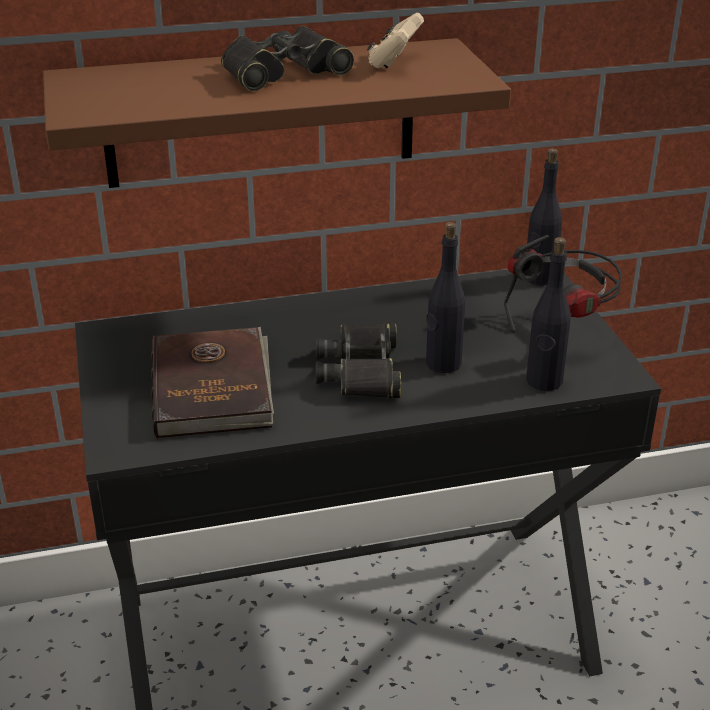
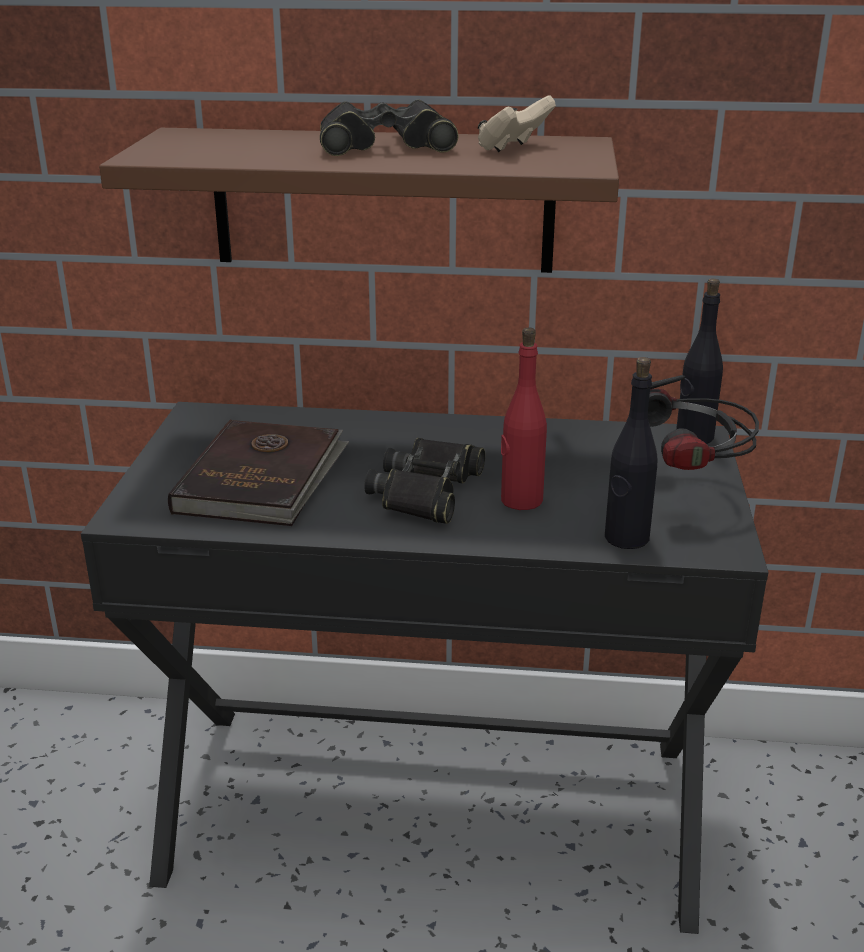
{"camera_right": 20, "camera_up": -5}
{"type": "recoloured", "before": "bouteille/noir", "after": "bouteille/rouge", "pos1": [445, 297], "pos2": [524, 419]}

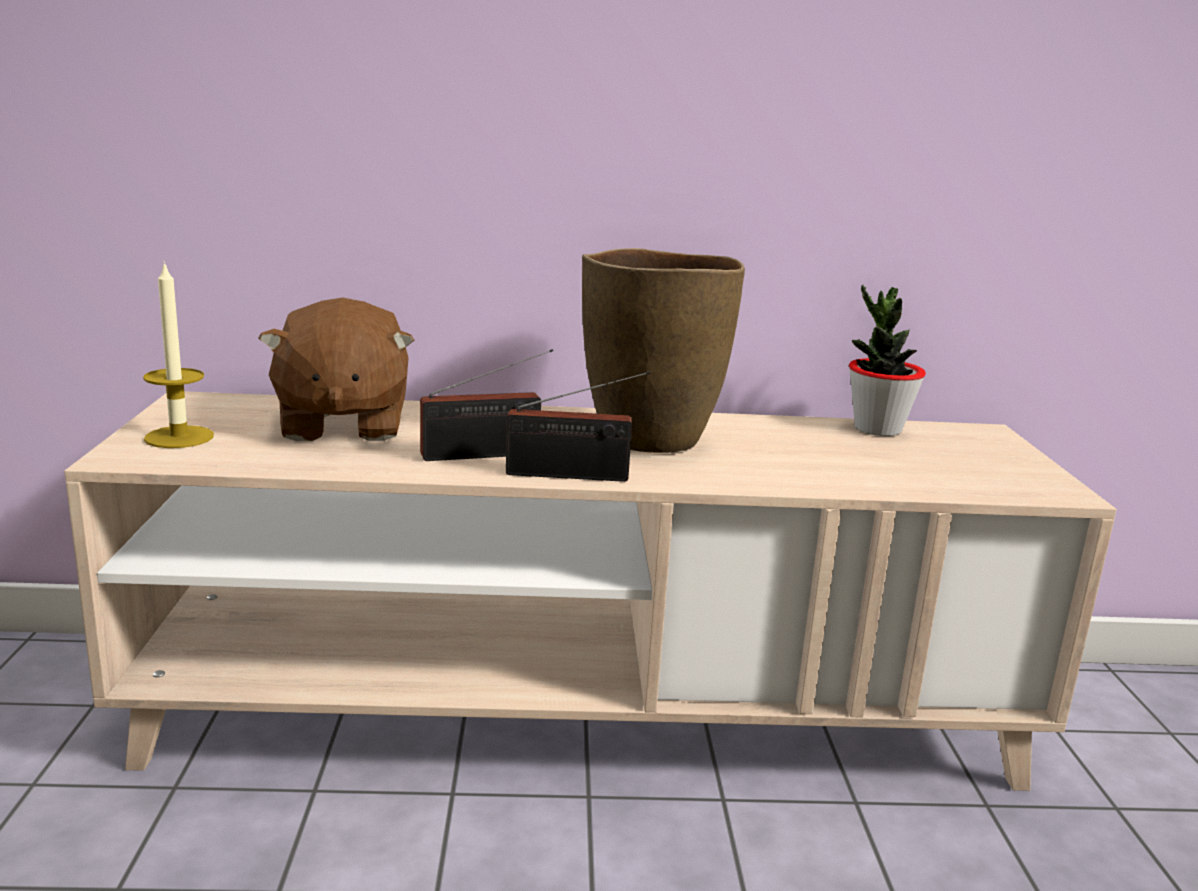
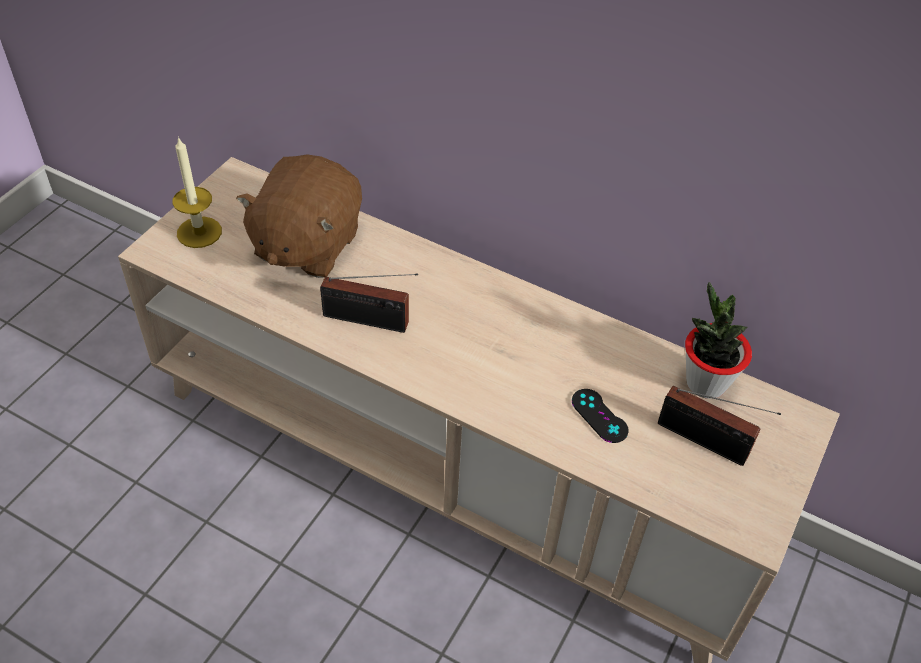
{"camera_right": 30, "camera_up": 30}
{"type": "removed", "before": "vase/marron", "pos1": [663, 350]}
{"type": "added", "after": "manette/noir", "pos2": [600, 416]}
{"type": "moved", "before": "radio", "pos1": [578, 426], "pos2": [719, 426]}

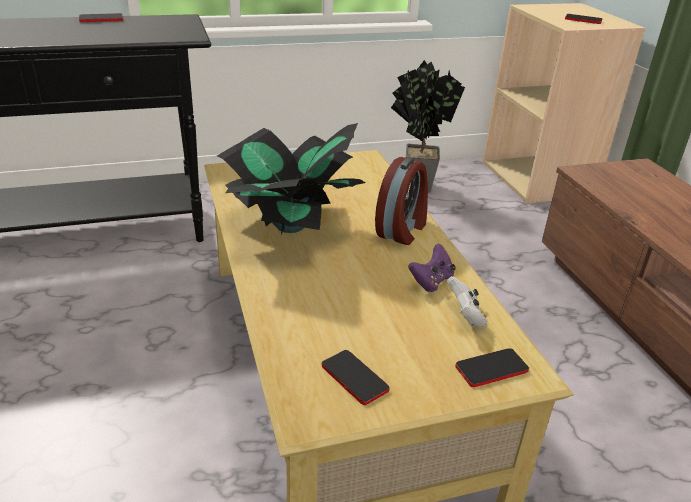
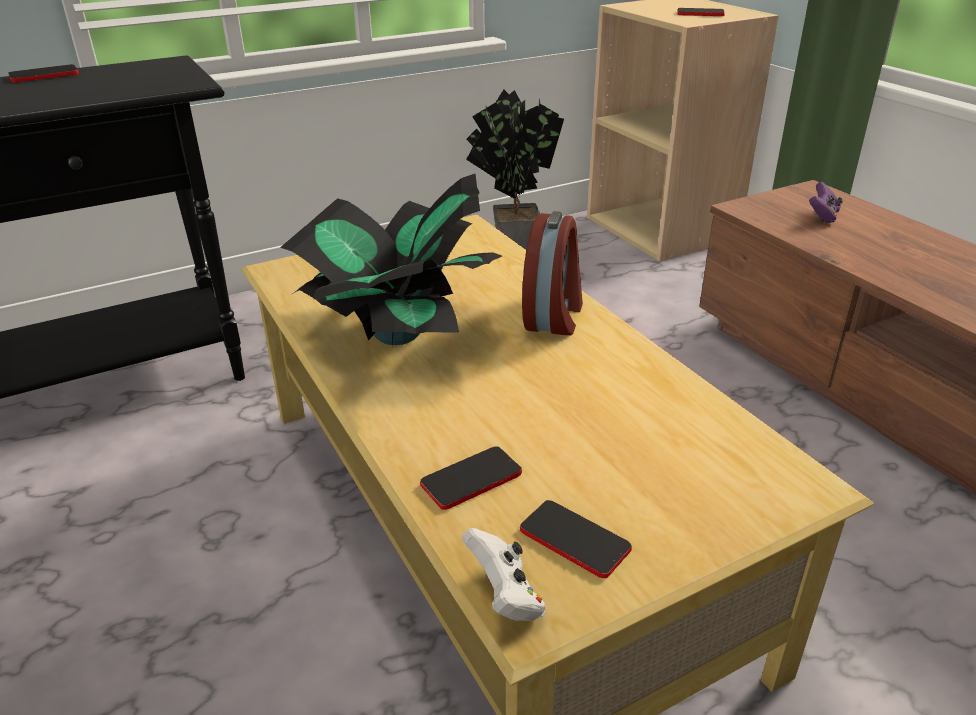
{"camera_right": -10, "camera_up": 0}
{"type": "moved", "before": "manette/violet", "pos1": [432, 268], "pos2": [826, 202]}
{"type": "moved", "before": "manette/blanc", "pos1": [467, 301], "pos2": [504, 574]}
{"type": "moved", "before": "téléphone", "pos1": [492, 367], "pos2": [471, 478]}

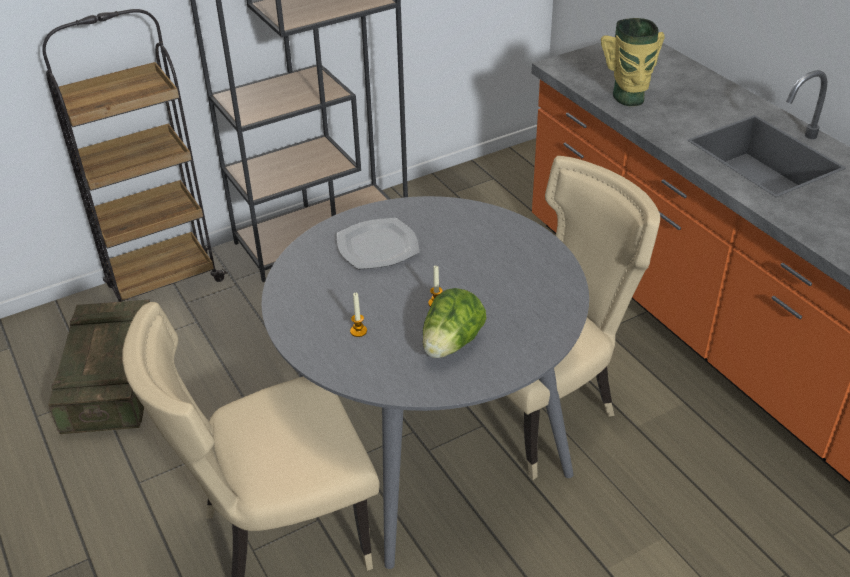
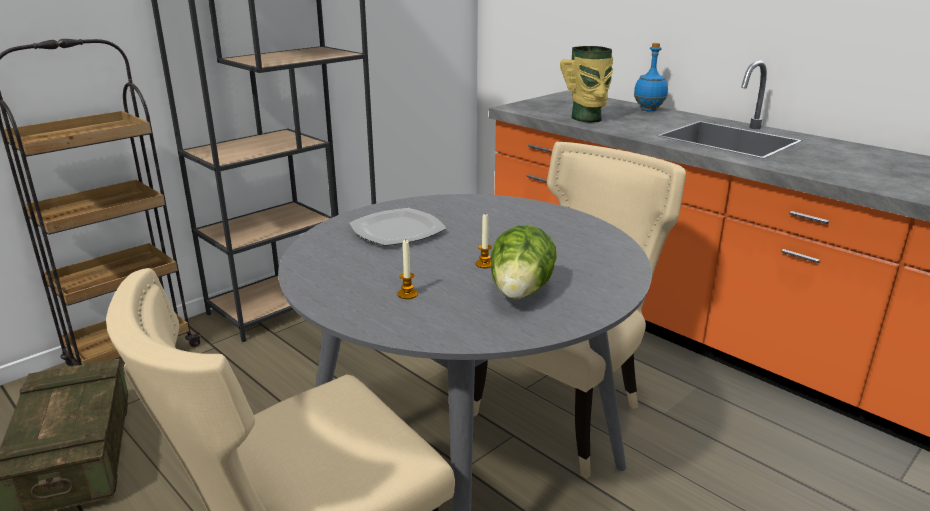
{"camera_right": -15, "camera_up": -15}
{"type": "added", "after": "bouteille/bleu", "pos2": [651, 77]}

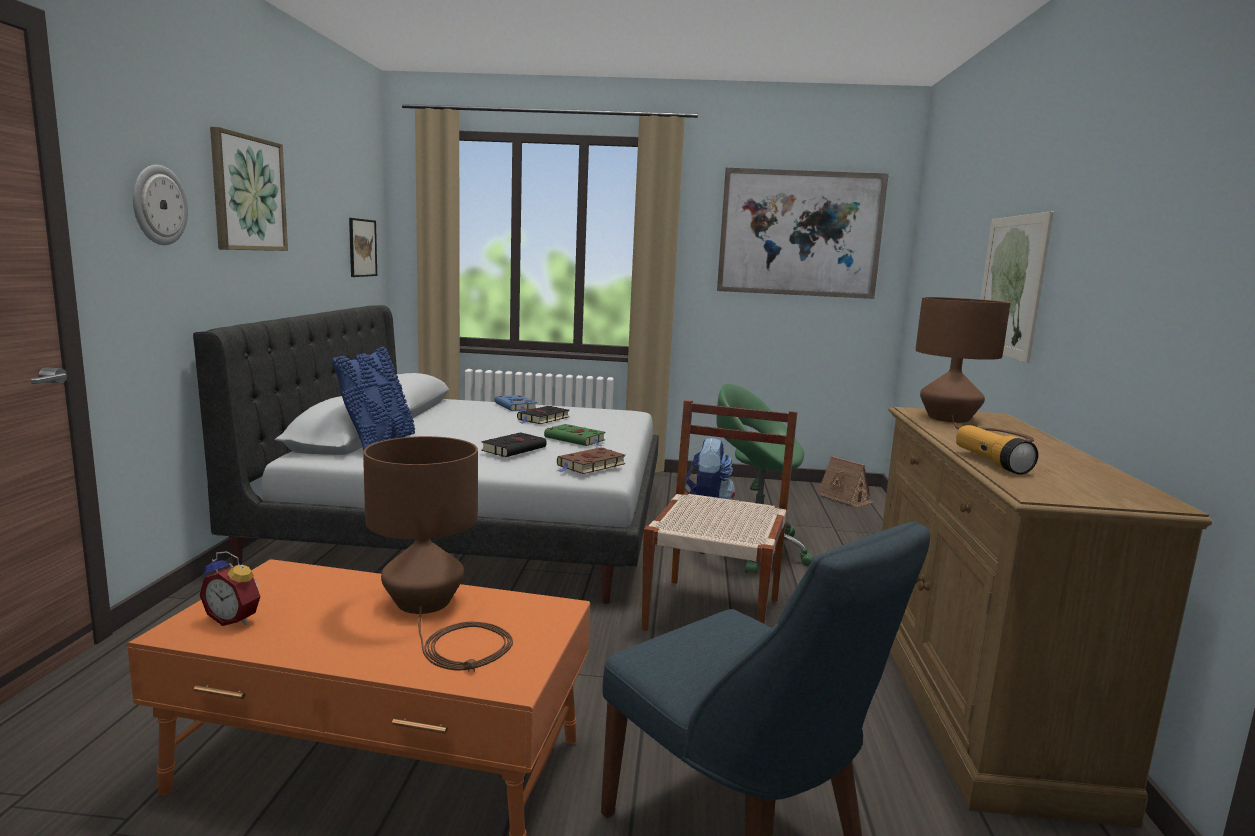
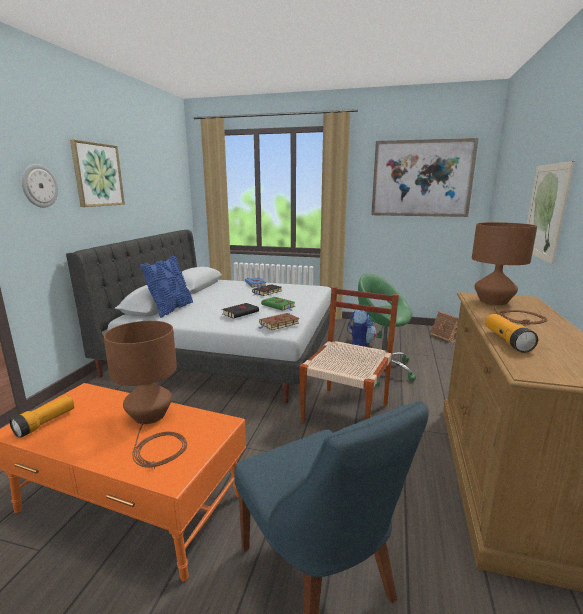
{"camera_right": 10, "camera_up": 5}
{"type": "removed", "before": "tableau", "pos1": [363, 247]}
{"type": "replaced", "before": "réveil", "after": "lampe de poche", "pos1": [230, 588], "pos2": [42, 417]}

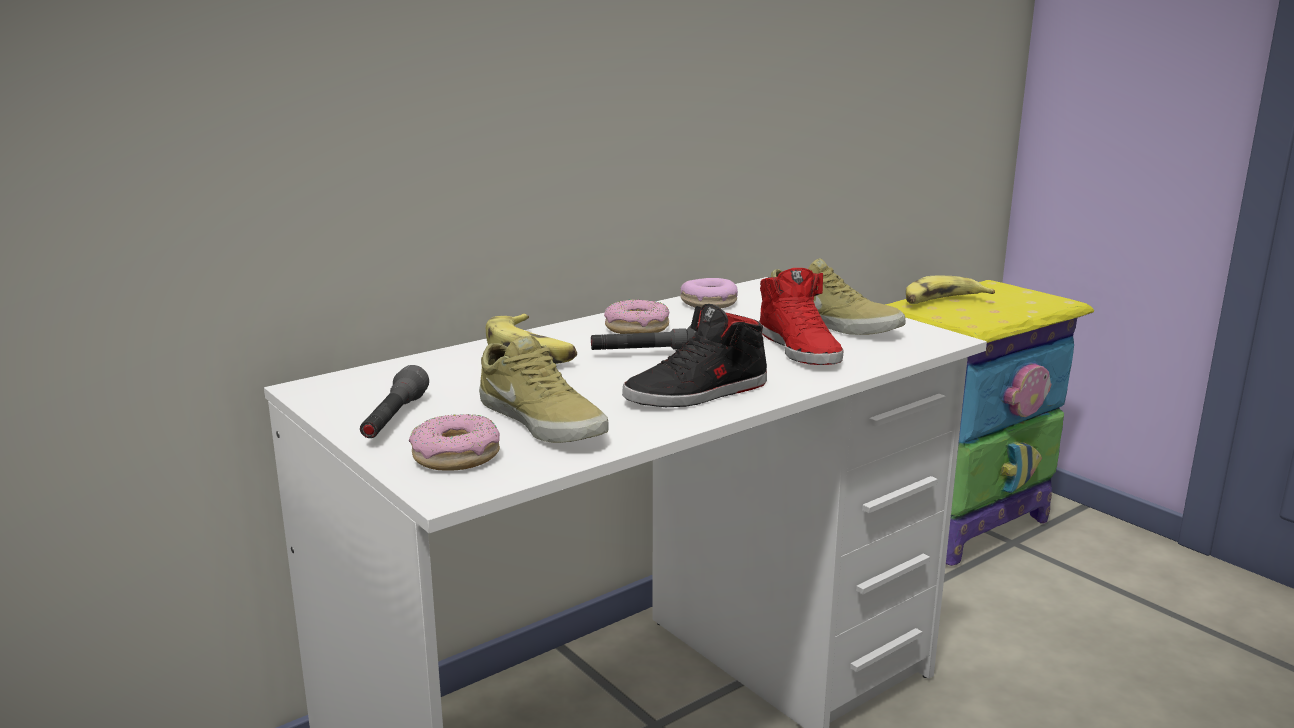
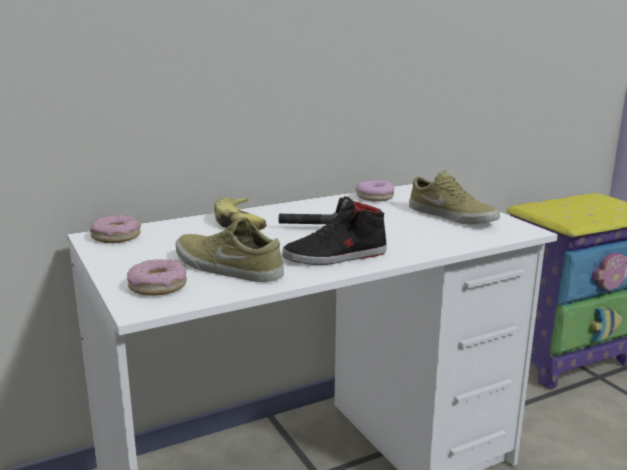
{"camera_right": 10, "camera_up": 0}
{"type": "removed", "before": "lampe de poche/gris", "pos1": [394, 401]}
{"type": "removed", "before": "chaussure/rouge", "pos1": [801, 316]}
{"type": "removed", "before": "banane", "pos1": [950, 290]}
{"type": "moved", "before": "beignet", "pos1": [636, 316], "pos2": [115, 229]}
{"type": "turned", "before": "chaussure/beige", "pos1": [544, 389], "pos2": [229, 249], "turn": 150}

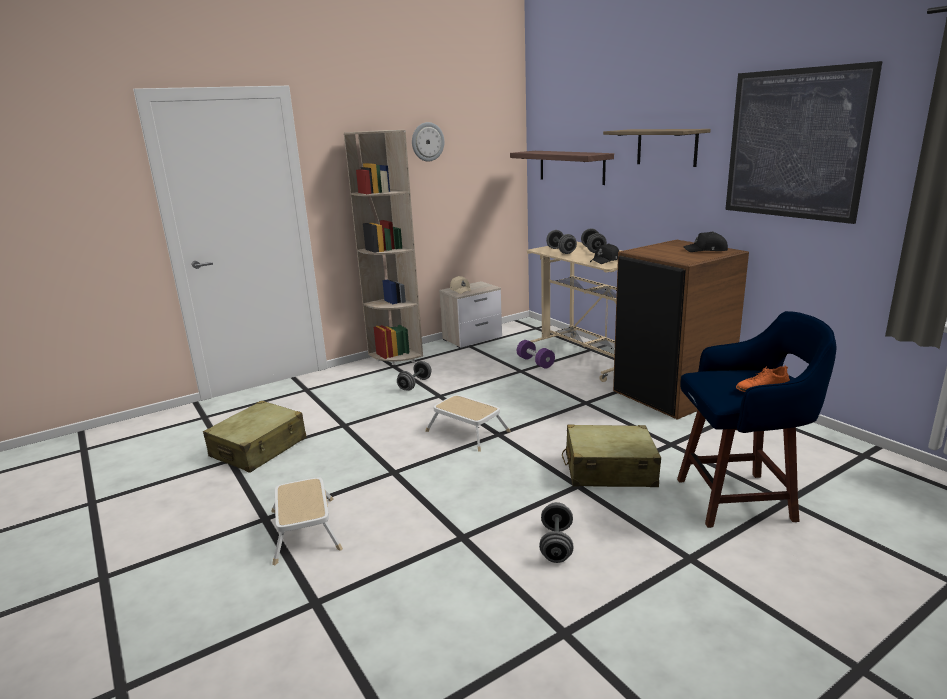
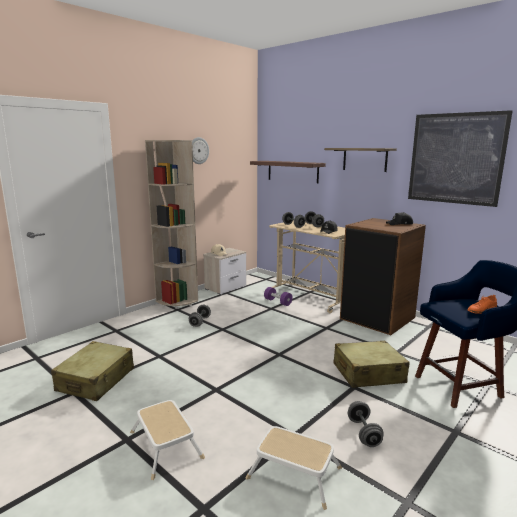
{"camera_right": -15, "camera_up": -5}
{"type": "moved", "before": "escabeau/beige", "pos1": [468, 423], "pos2": [293, 468]}

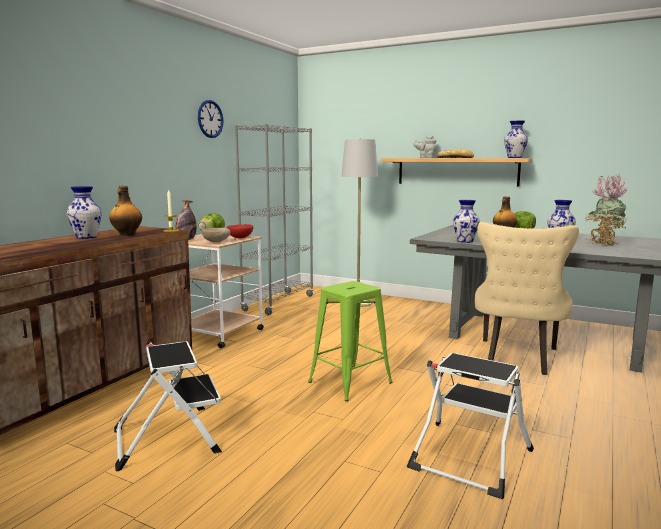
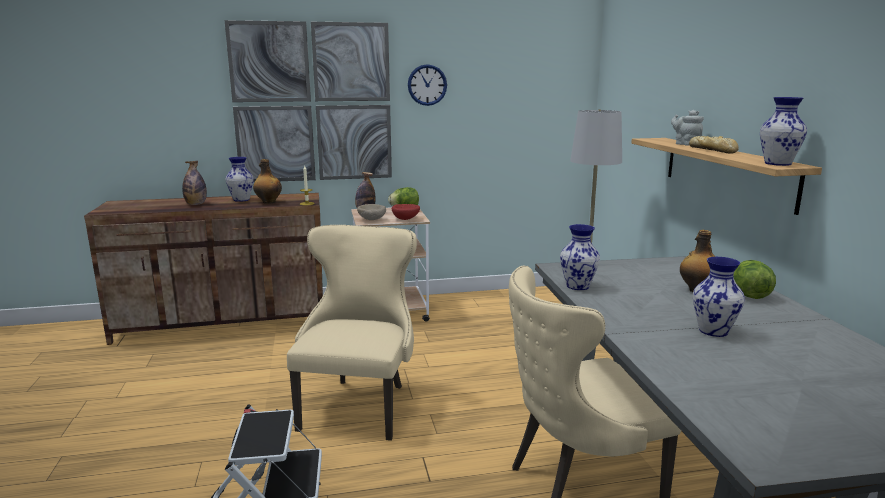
{"camera_right": 50, "camera_up": 5}
{"type": "removed", "before": "escabeau", "pos1": [168, 406]}
{"type": "removed", "before": "bibliothèque/gris", "pos1": [274, 219]}
{"type": "removed", "before": "plante en pot", "pos1": [607, 210]}
{"type": "added", "after": "bouteille", "pos2": [194, 183]}
{"type": "added", "after": "tableau", "pos2": [308, 101]}
{"type": "replaced", "before": "tabouret/vert", "after": "chaise/beige", "pos1": [350, 341], "pos2": [352, 333]}

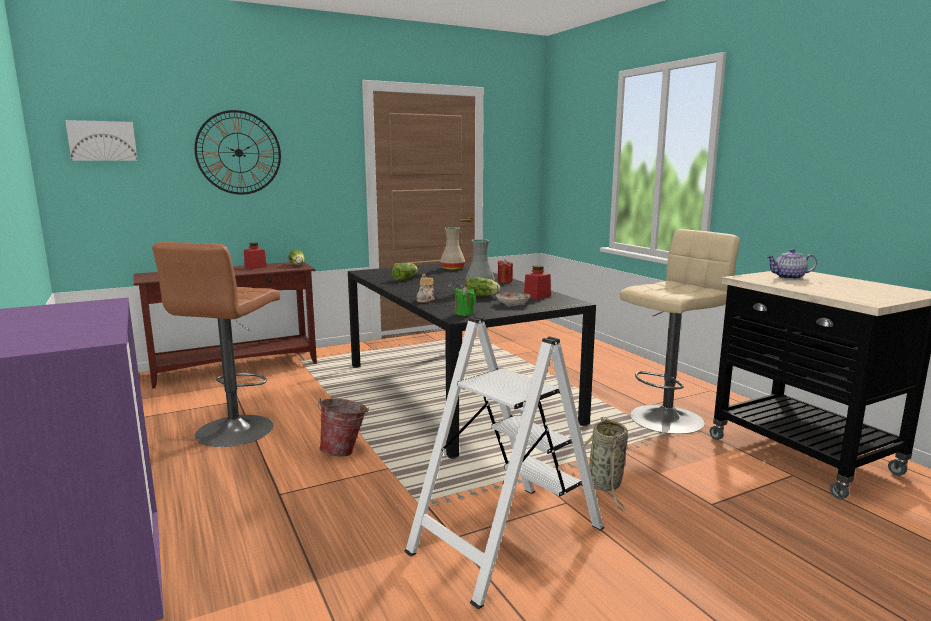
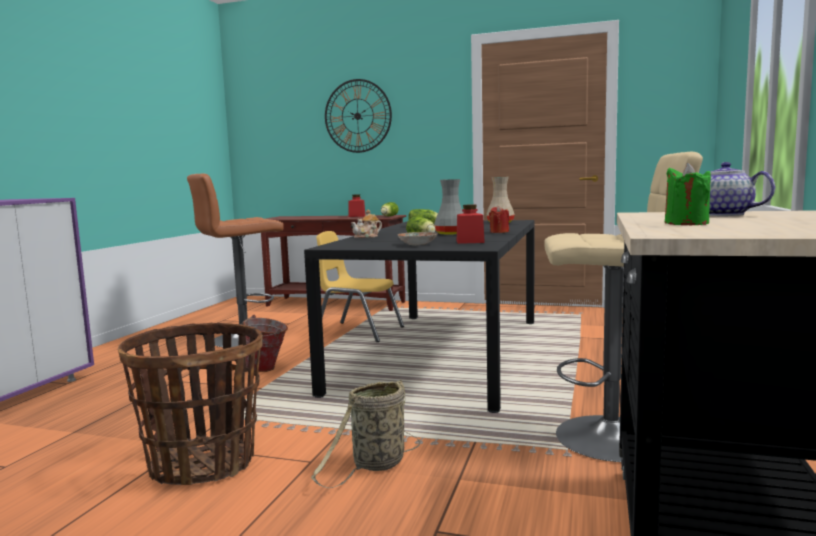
{"camera_right": 45, "camera_up": -5}
{"type": "removed", "before": "tableau", "pos1": [101, 140]}
{"type": "added", "after": "chaise/jaune", "pos2": [360, 286]}
{"type": "moved", "before": "bougie/vert", "pos1": [465, 301], "pos2": [687, 194]}
{"type": "replaced", "before": "escabeau/blanc", "after": "panier", "pos1": [504, 462], "pos2": [190, 404]}

